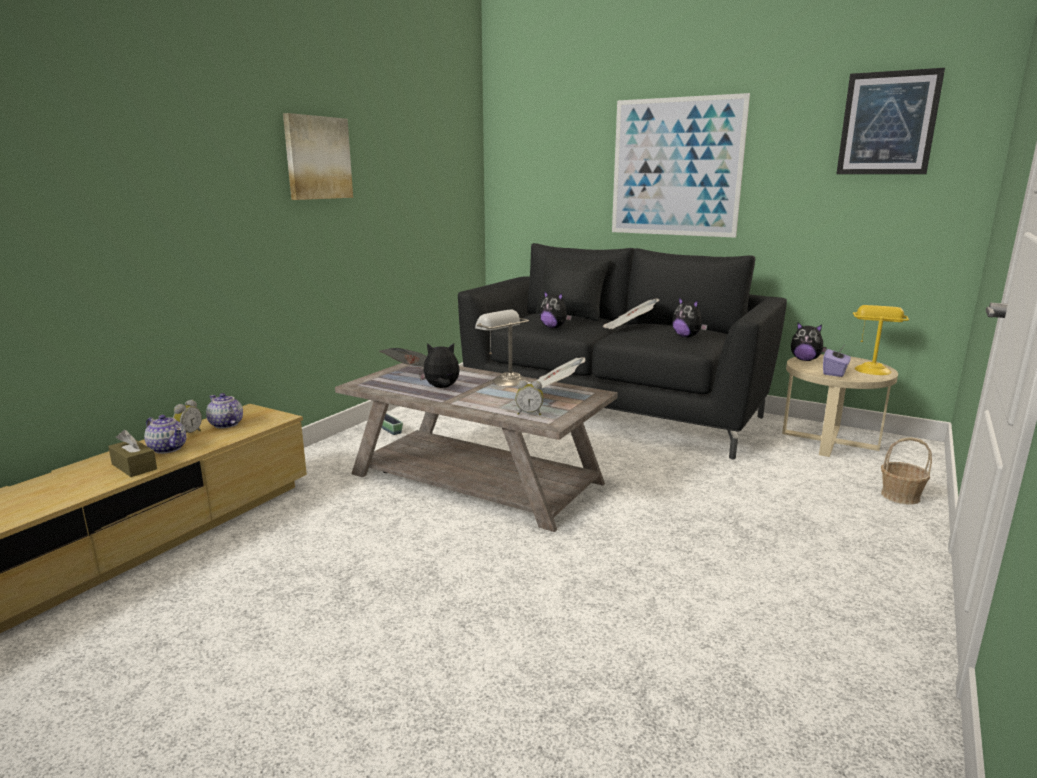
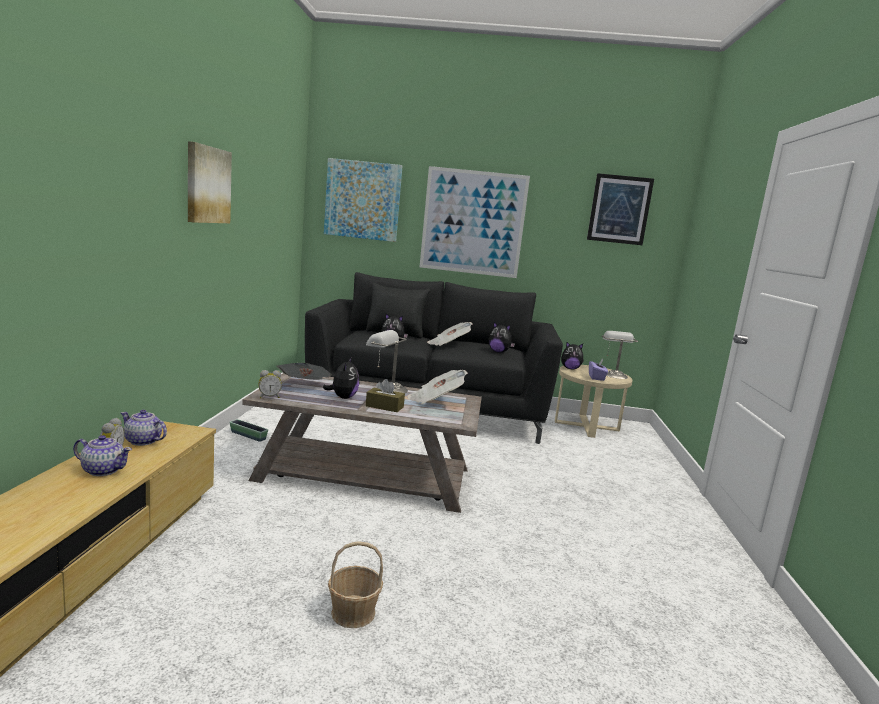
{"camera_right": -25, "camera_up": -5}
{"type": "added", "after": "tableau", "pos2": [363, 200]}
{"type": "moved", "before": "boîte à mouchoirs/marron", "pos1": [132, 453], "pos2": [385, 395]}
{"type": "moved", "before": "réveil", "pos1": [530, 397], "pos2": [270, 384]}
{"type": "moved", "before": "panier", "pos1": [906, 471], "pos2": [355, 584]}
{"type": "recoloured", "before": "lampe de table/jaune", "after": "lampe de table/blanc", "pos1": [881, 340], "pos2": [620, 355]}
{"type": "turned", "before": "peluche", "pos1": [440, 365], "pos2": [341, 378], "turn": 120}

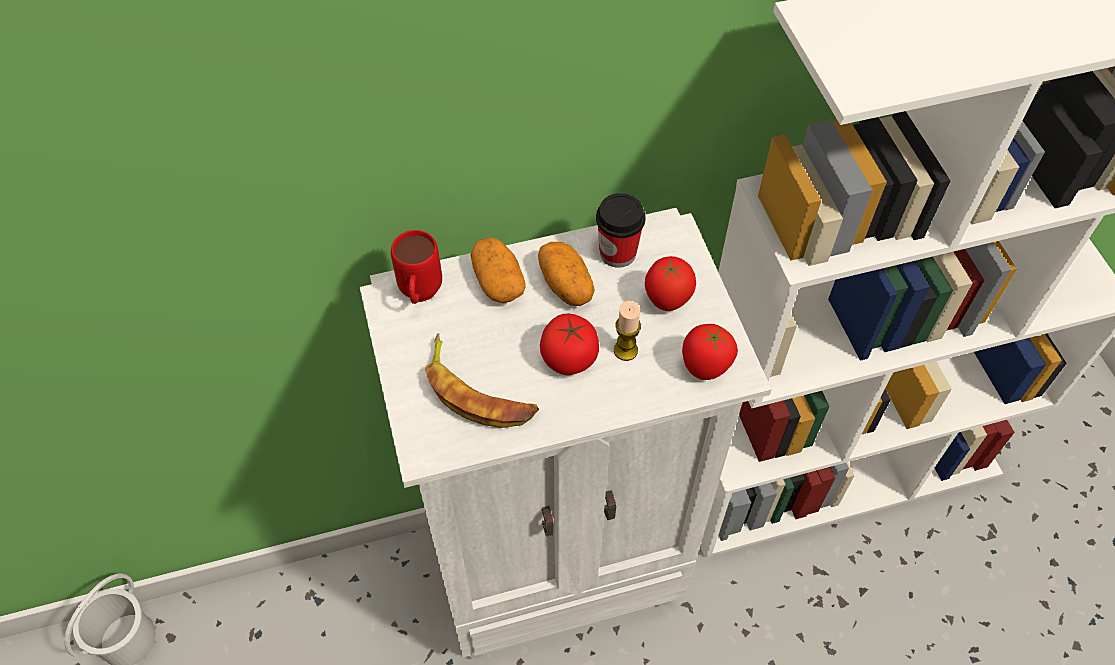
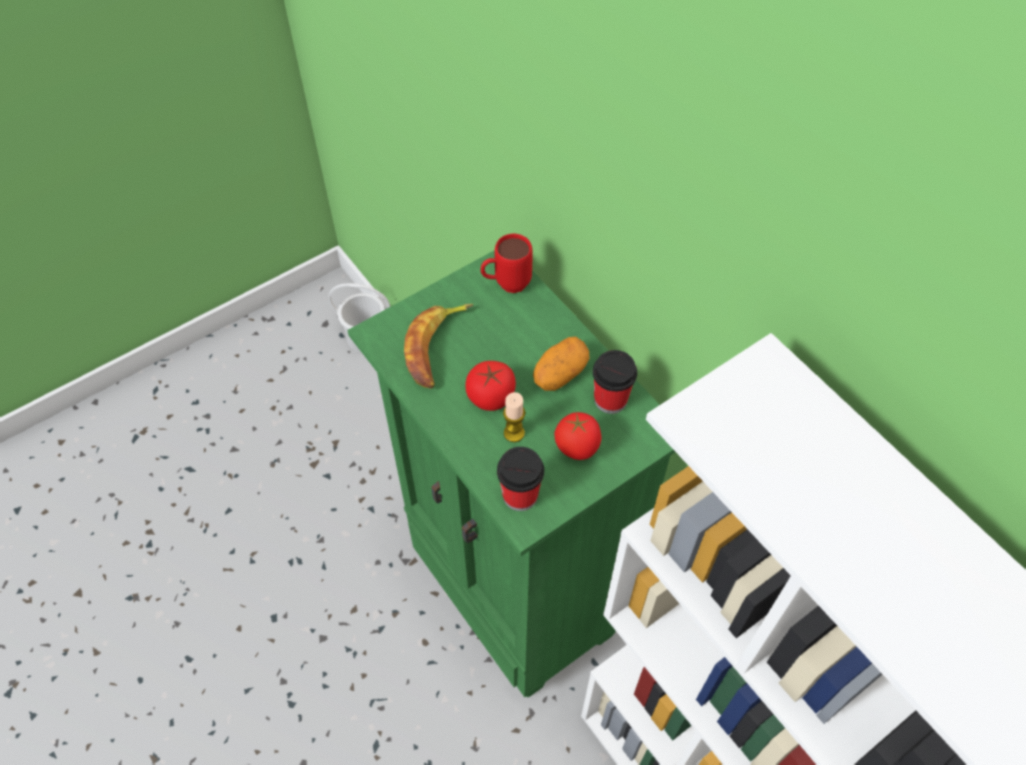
{"camera_right": 70, "camera_up": 0}
{"type": "removed", "before": "pomme de terre", "pos1": [498, 270]}
{"type": "replaced", "before": "tomate", "after": "tasse", "pos1": [710, 352], "pos2": [520, 479]}
{"type": "recoloured", "before": "meuble de rangement/blanc", "after": "meuble de rangement/vert", "pos1": [566, 433], "pos2": [511, 473]}

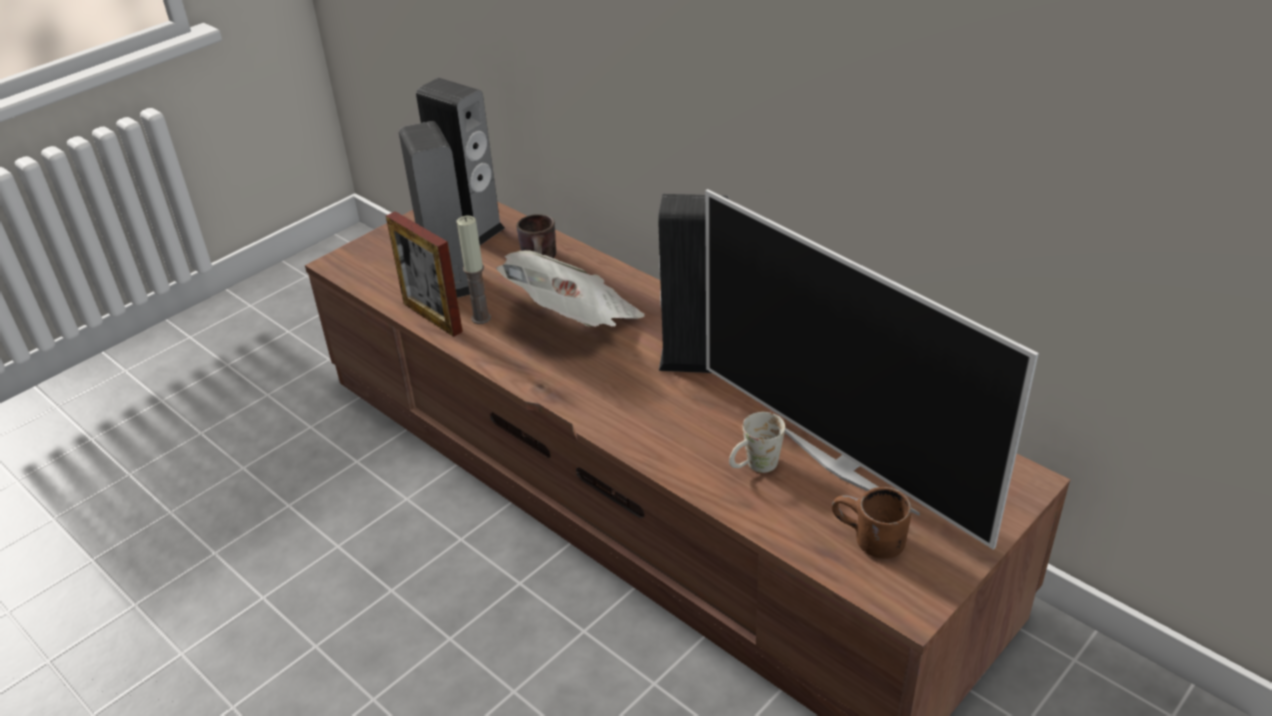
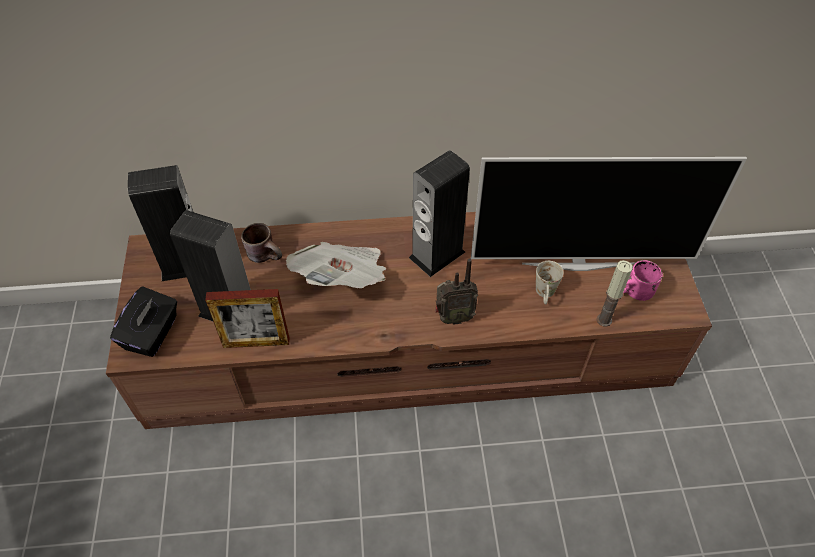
{"camera_right": -50, "camera_up": 15}
{"type": "added", "after": "boîte à mouchoirs/noir", "pos2": [143, 321]}
{"type": "added", "after": "radio", "pos2": [456, 291]}
{"type": "moved", "before": "bougie", "pos1": [473, 270], "pos2": [614, 293]}
{"type": "recoloured", "before": "mug/marron", "after": "mug/rose", "pos1": [871, 523], "pos2": [643, 280]}

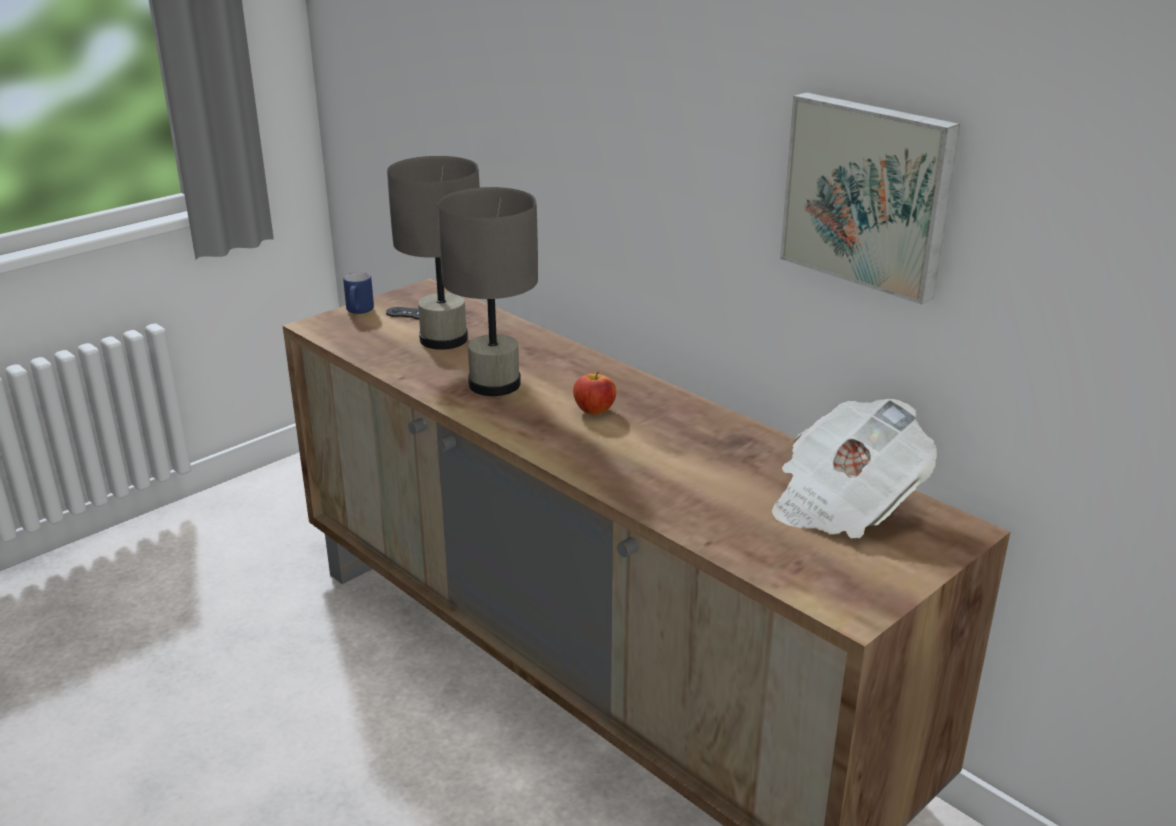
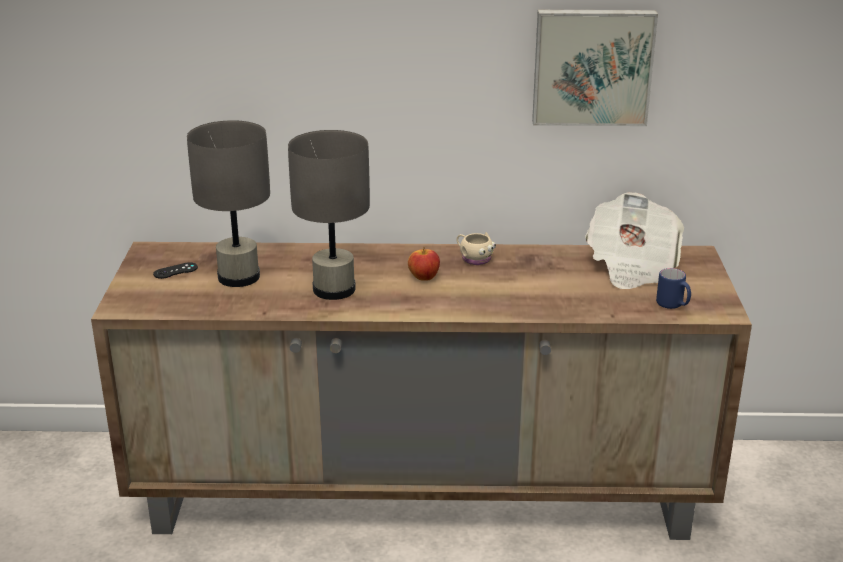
{"camera_right": -45, "camera_up": 0}
{"type": "added", "after": "mug/beige", "pos2": [476, 248]}
{"type": "moved", "before": "mug/bleu", "pos1": [358, 293], "pos2": [673, 288]}

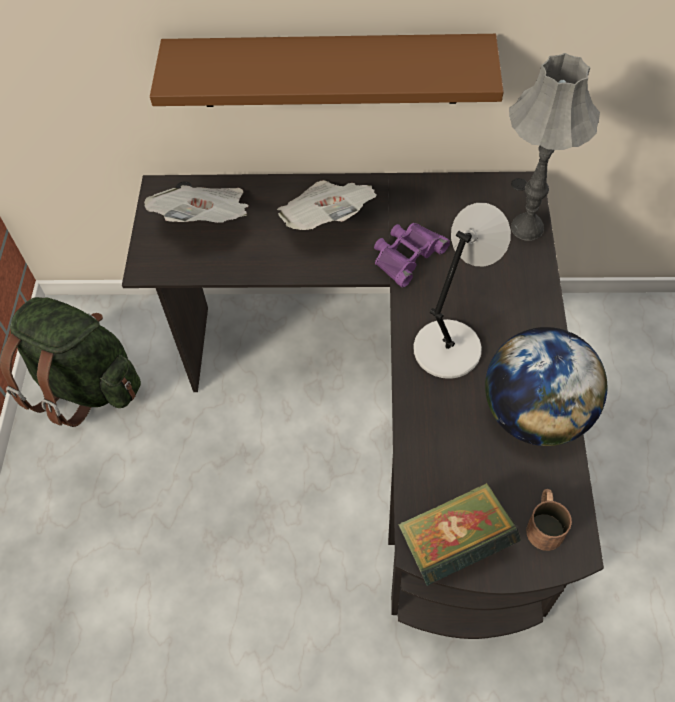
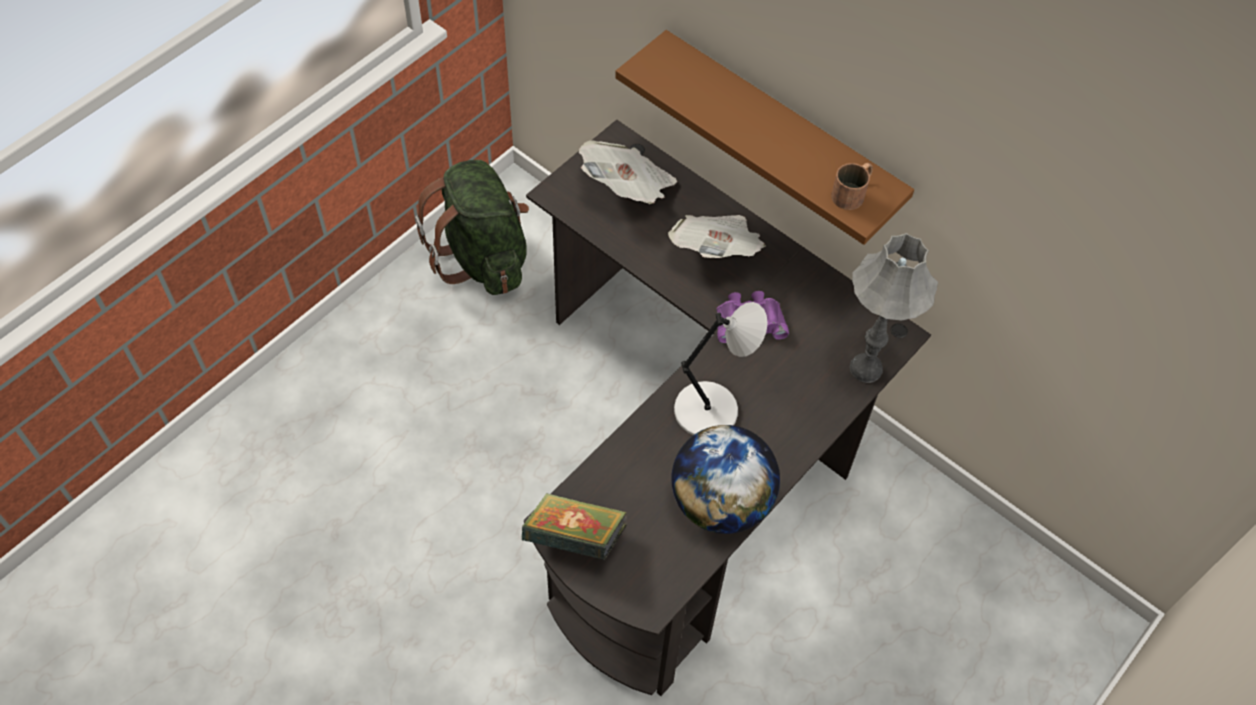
{"camera_right": 35, "camera_up": 0}
{"type": "moved", "before": "mug/marron", "pos1": [549, 520], "pos2": [852, 186]}

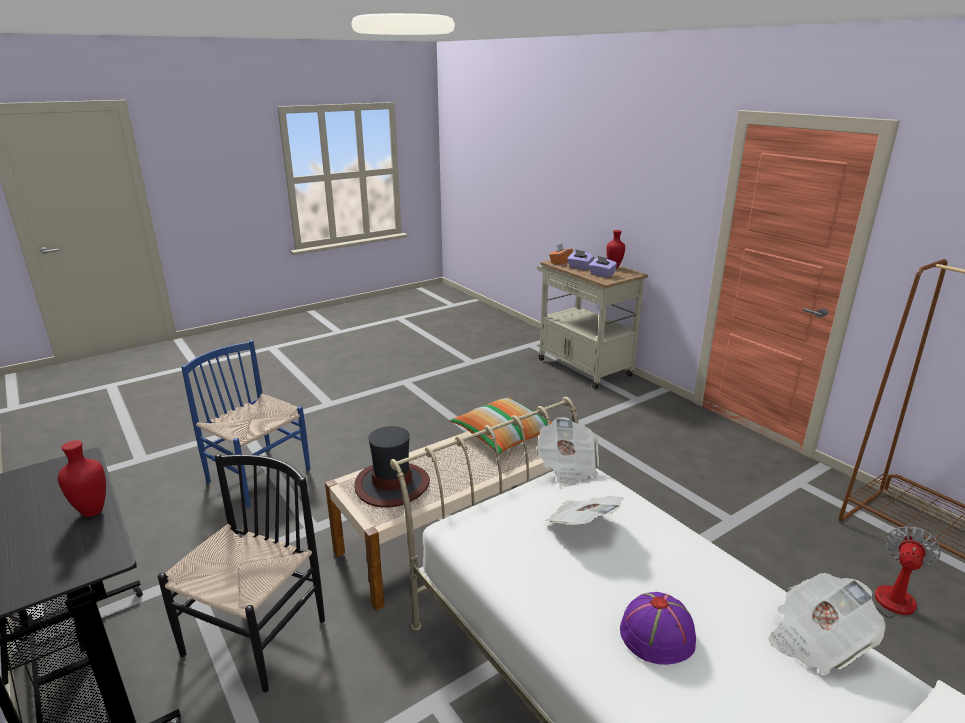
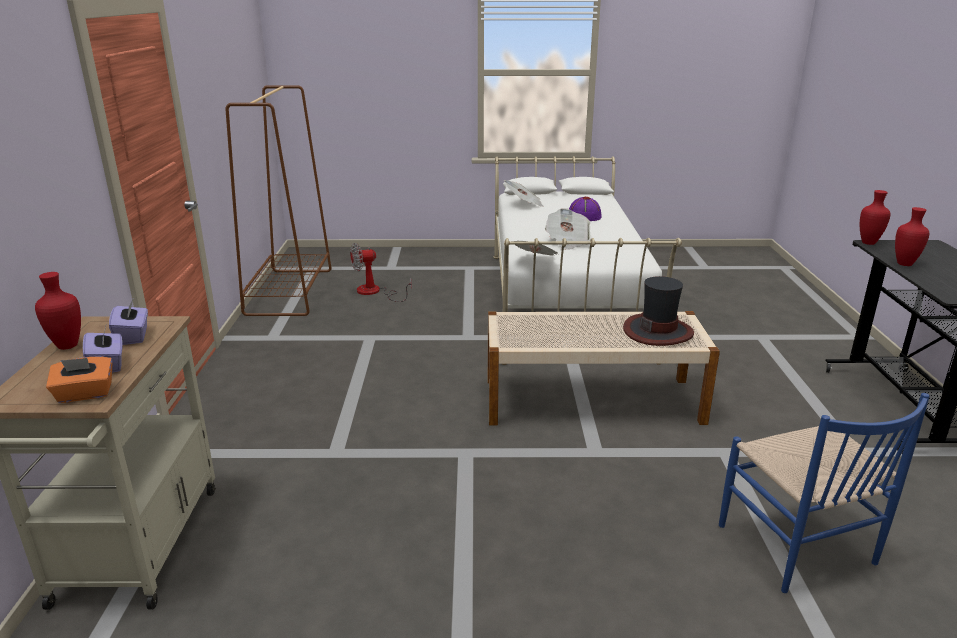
{"camera_right": -145, "camera_up": 0}
{"type": "removed", "before": "chaise/noir", "pos1": [241, 573]}
{"type": "removed", "before": "coussin", "pos1": [501, 425]}
{"type": "added", "after": "vase/rouge", "pos2": [875, 217]}

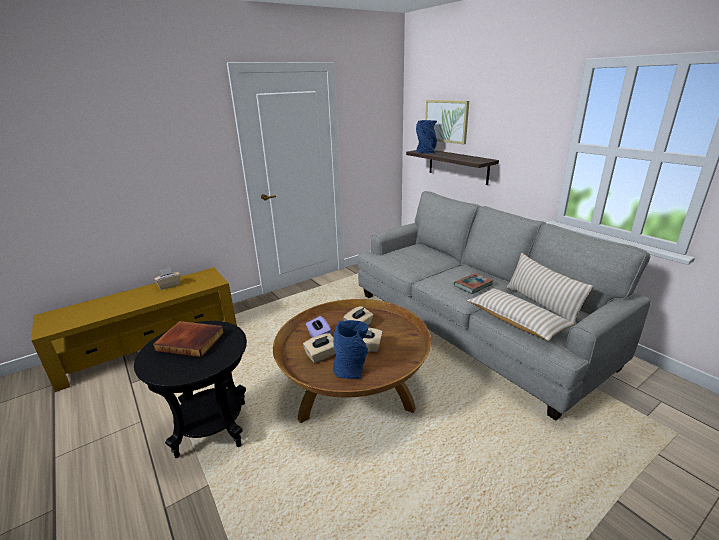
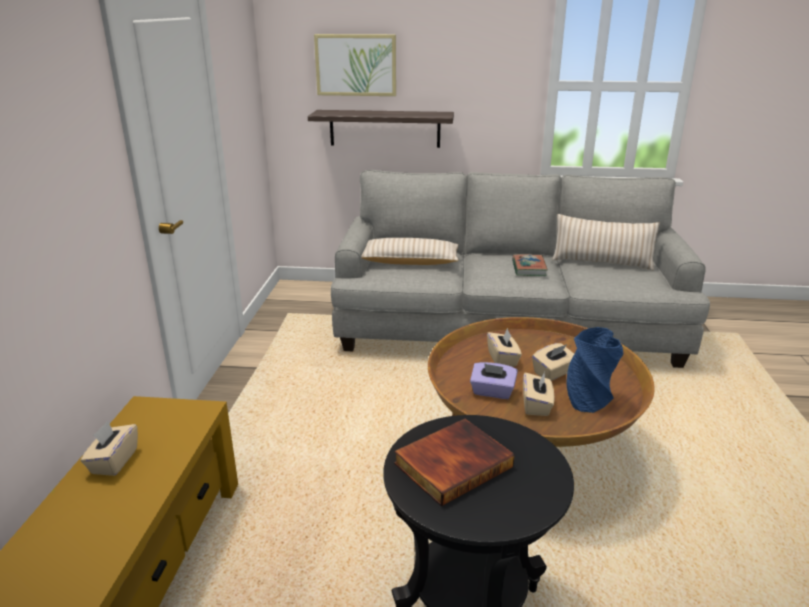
{"camera_right": -50, "camera_up": 0}
{"type": "removed", "before": "vase/bleu", "pos1": [426, 136]}
{"type": "moved", "before": "coussin/beige", "pos1": [520, 314], "pos2": [410, 251]}

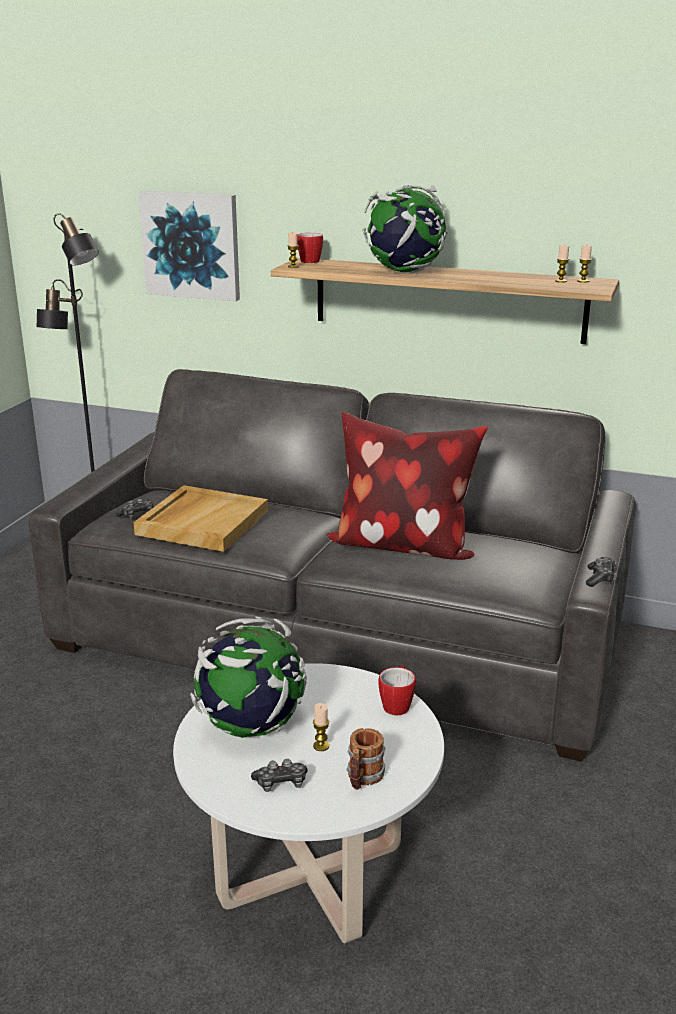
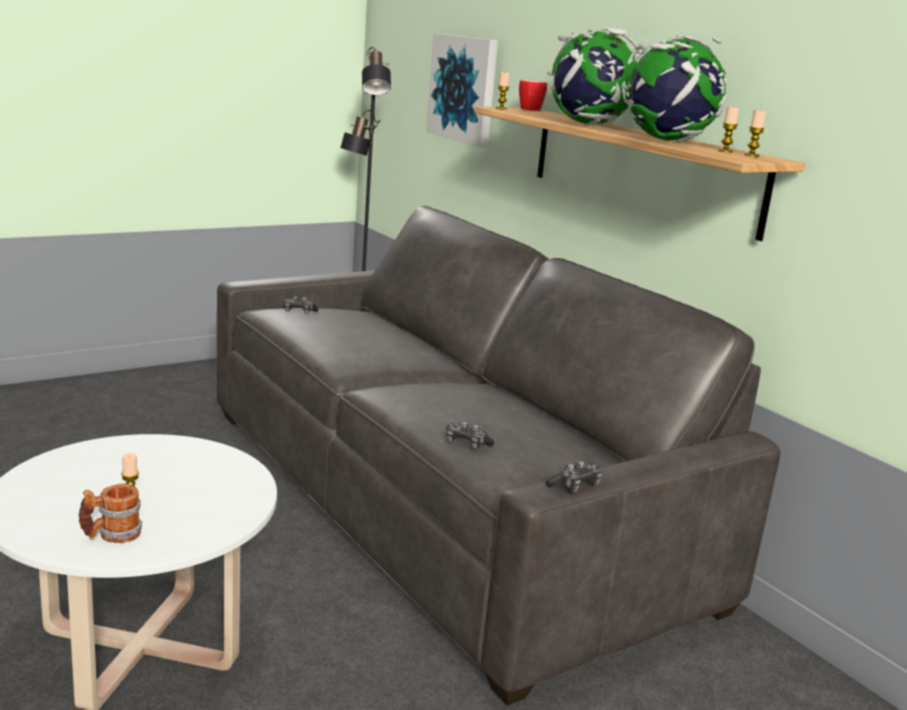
{"camera_right": 35, "camera_up": -5}
{"type": "removed", "before": "plateau/beige", "pos1": [200, 518]}
{"type": "removed", "before": "coussin", "pos1": [407, 486]}
{"type": "removed", "before": "mug", "pos1": [397, 690]}
{"type": "moved", "before": "globe", "pos1": [248, 677], "pos2": [674, 88]}
{"type": "moved", "before": "manette", "pos1": [279, 775], "pos2": [470, 435]}

